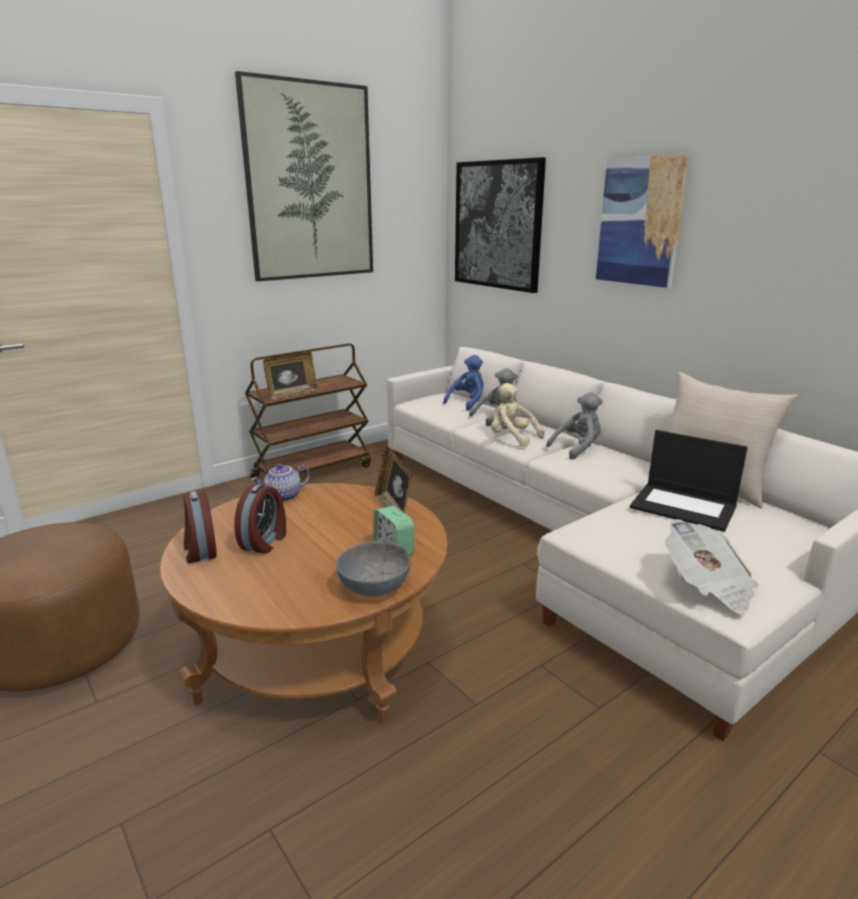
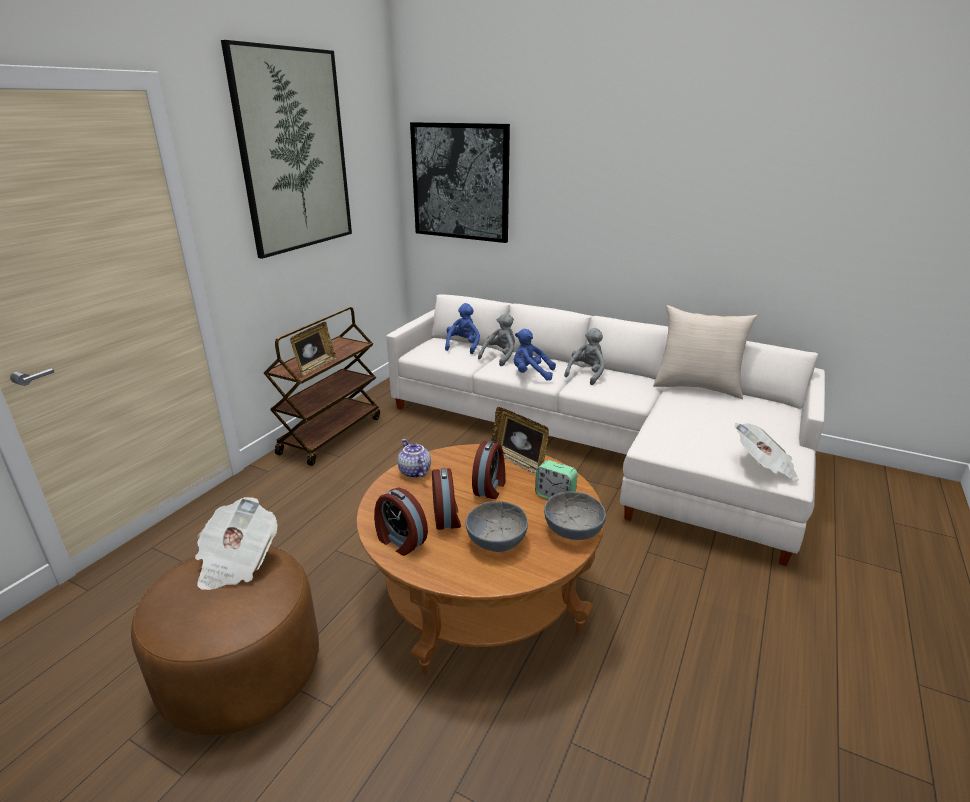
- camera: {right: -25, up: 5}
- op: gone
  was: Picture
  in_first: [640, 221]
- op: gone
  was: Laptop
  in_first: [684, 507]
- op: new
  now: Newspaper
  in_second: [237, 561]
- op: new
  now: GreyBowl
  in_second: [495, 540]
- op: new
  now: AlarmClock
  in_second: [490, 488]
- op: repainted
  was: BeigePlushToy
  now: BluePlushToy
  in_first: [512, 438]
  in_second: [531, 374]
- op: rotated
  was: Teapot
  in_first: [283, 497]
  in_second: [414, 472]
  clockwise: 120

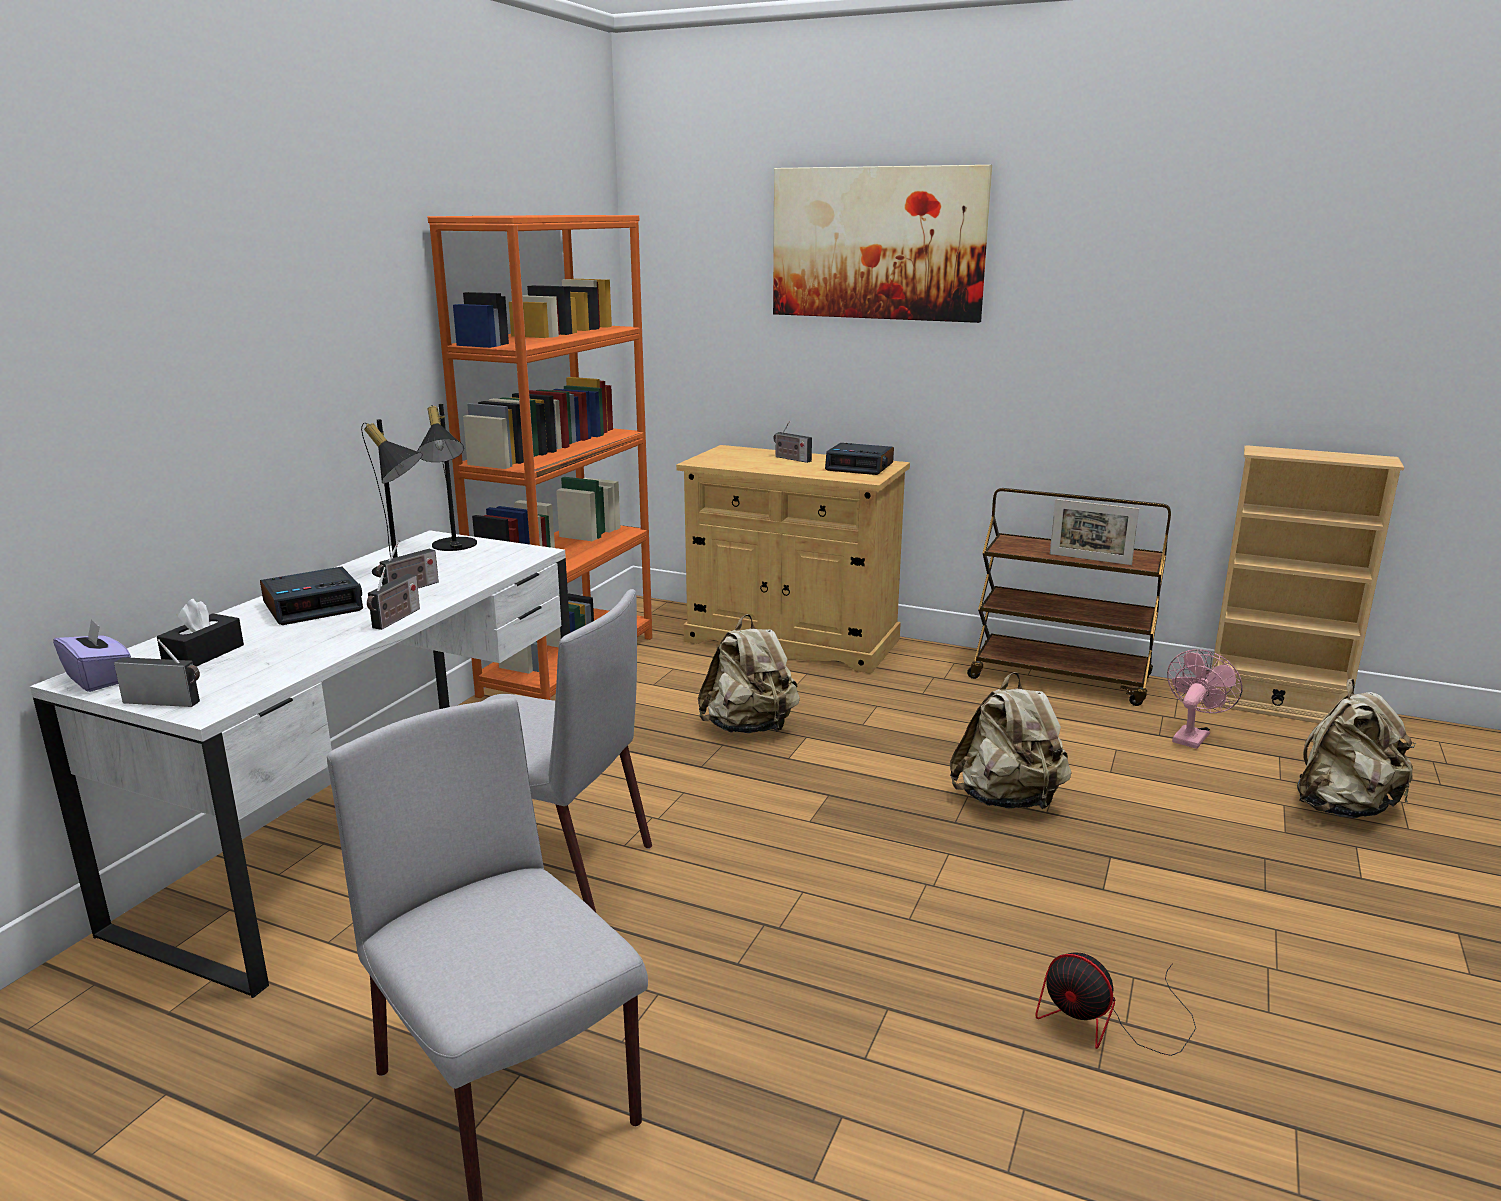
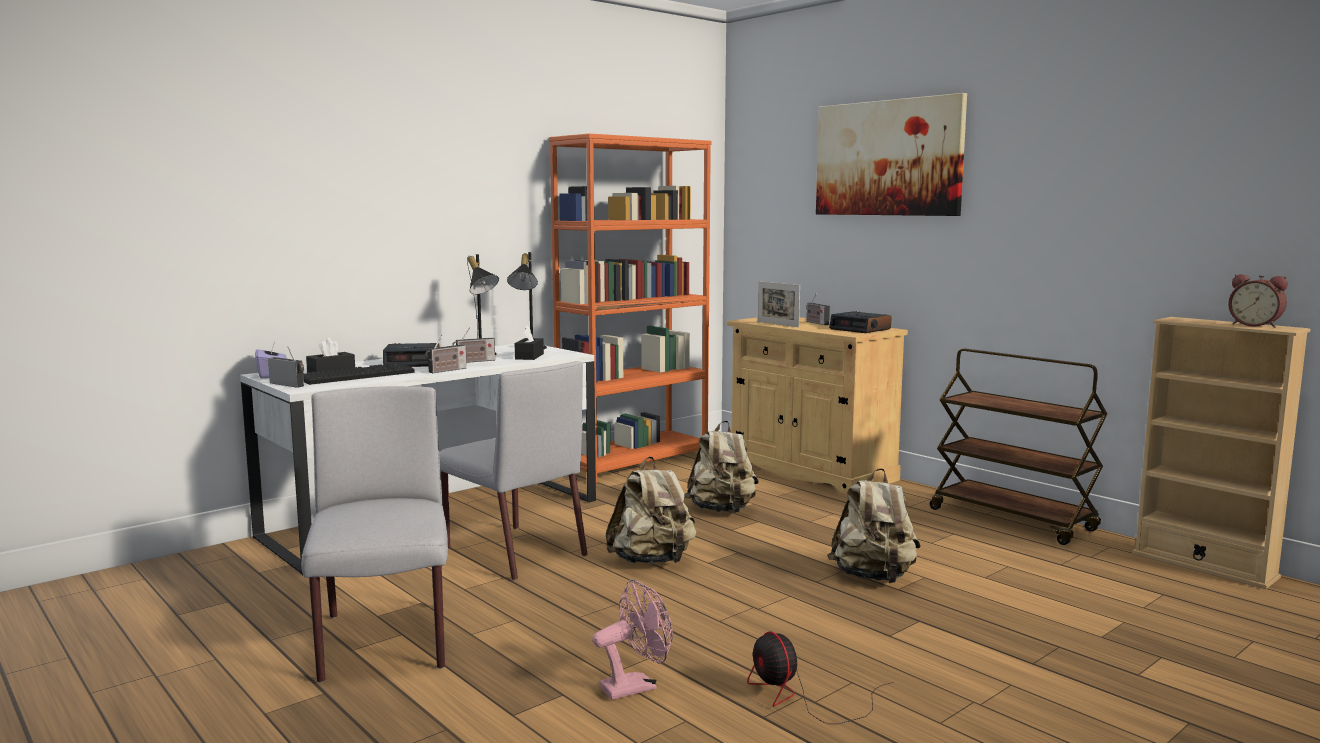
- camera: {right: 25, up: -10}
- op: new
  now: Keyboard
  in_second: [357, 375]
- op: new
  now: BlackTissueBox
  in_second: [529, 356]
- op: new
  now: AlarmClock
  in_second: [1255, 325]
- op: shifted
  was: PictureFrame
  in_first: [1090, 559]
  in_second: [778, 324]
- op: shifted
  was: PinkFan
  in_first: [1192, 736]
  in_second: [635, 686]
- op: shifted
  was: BeigeBackpack
  in_first: [1343, 807]
  in_second: [652, 561]

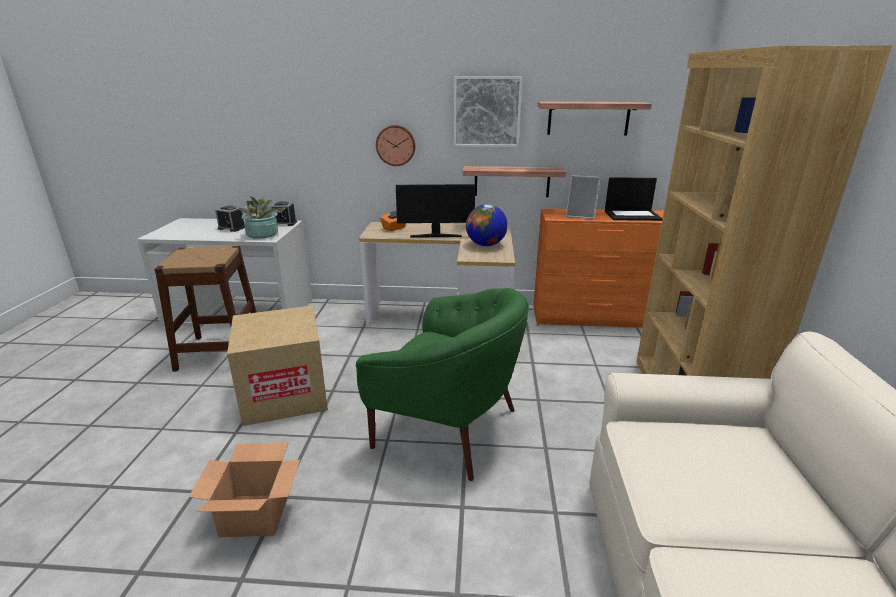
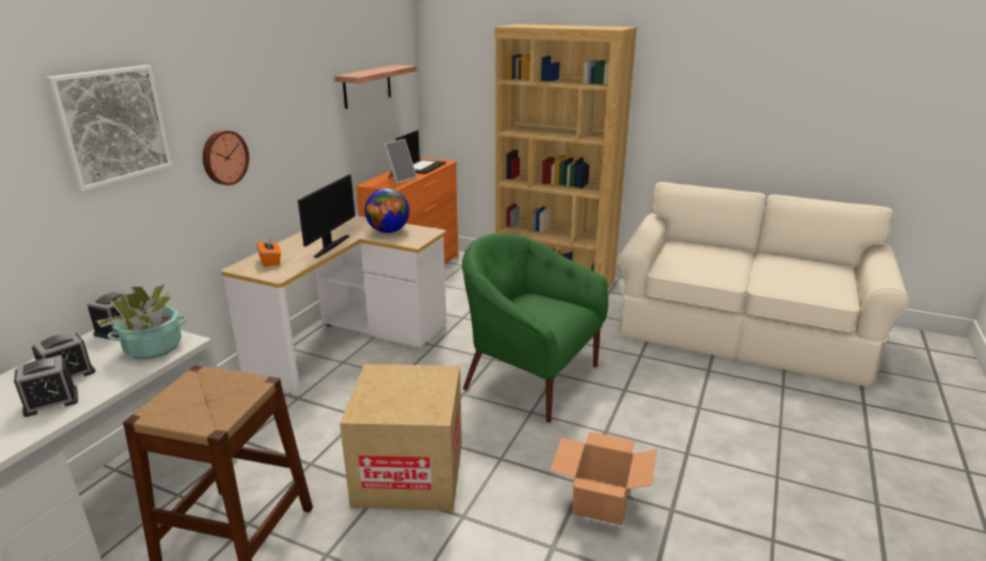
- camera: {right: -70, up: 0}
- op: gone
  was: Shelf
  in_first: [512, 181]
- op: new
  now: AlarmClock
  in_second: [51, 402]
- op: shifted
  was: Picture
  in_first: [487, 112]
  in_second: [112, 125]
- op: rotated
  was: GreenArmchair
  in_first: [448, 427]
  in_second: [530, 377]
  clockwise: -105

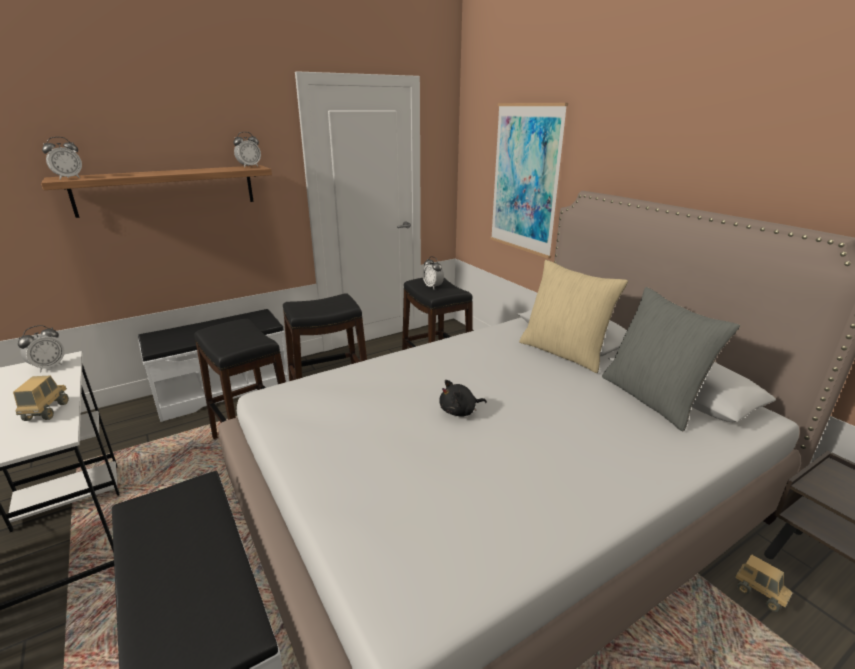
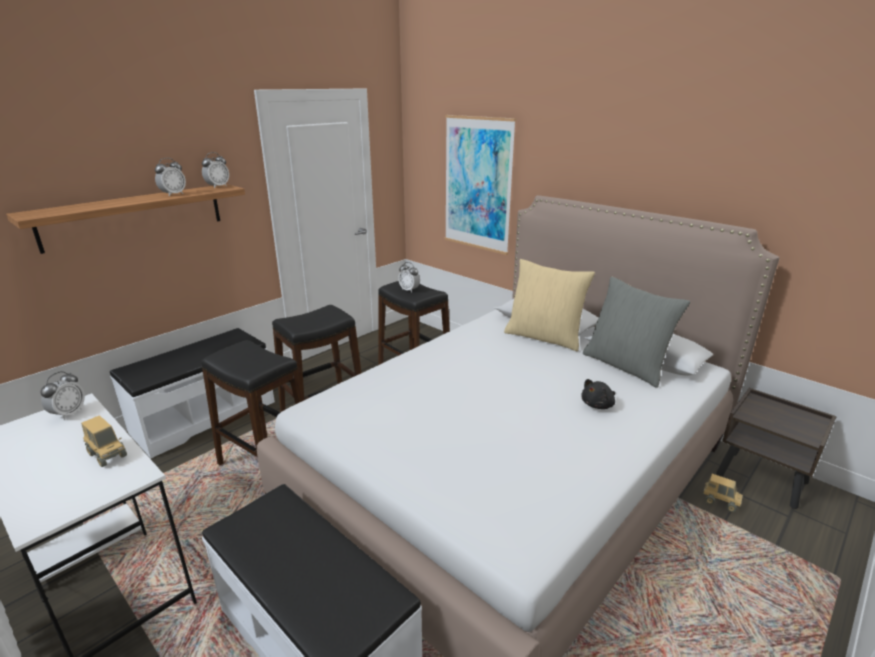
- camera: {right: -15, up: 0}
- op: shifted
  was: AlarmClock
  in_first: [69, 178]
  in_second: [173, 194]
- op: shifted
  was: BlackPlushToy
  in_first: [460, 411]
  in_second: [598, 405]
- op: rotated
  was: ToyTruck
  in_first: [47, 412]
  in_second: [107, 455]
  clockwise: 150

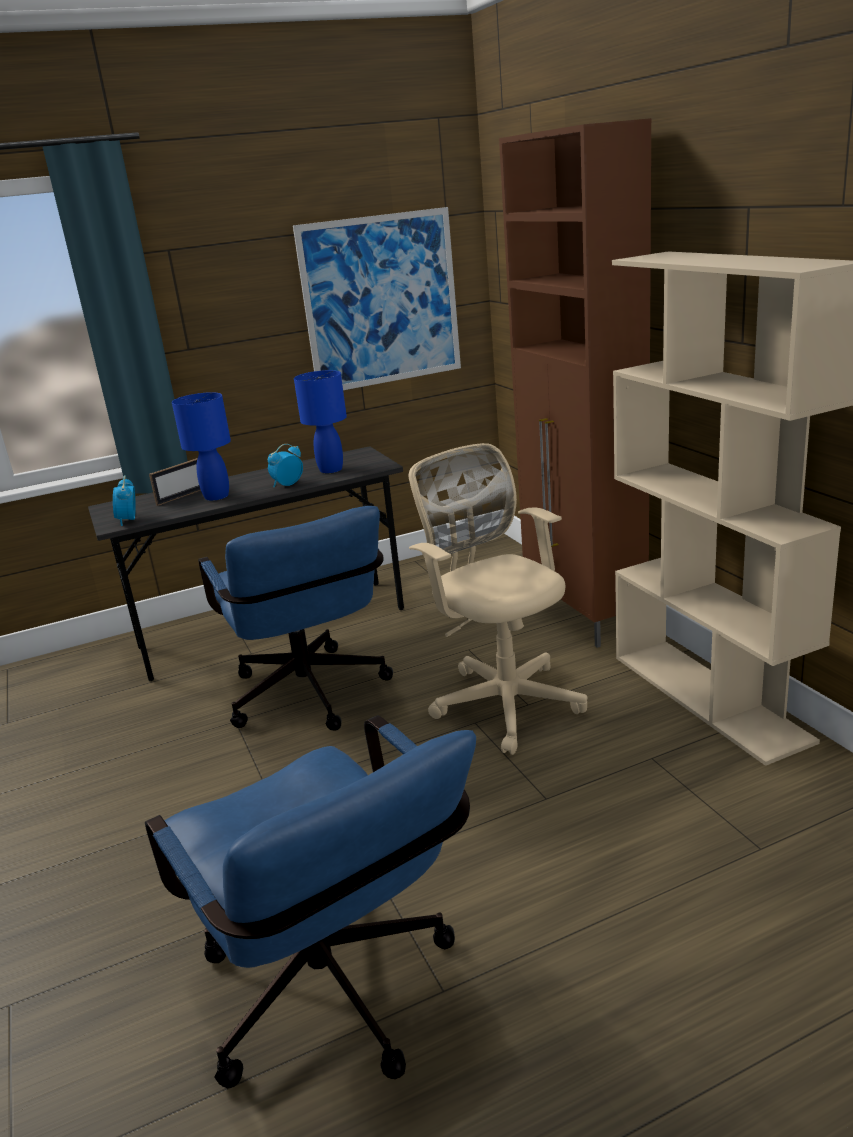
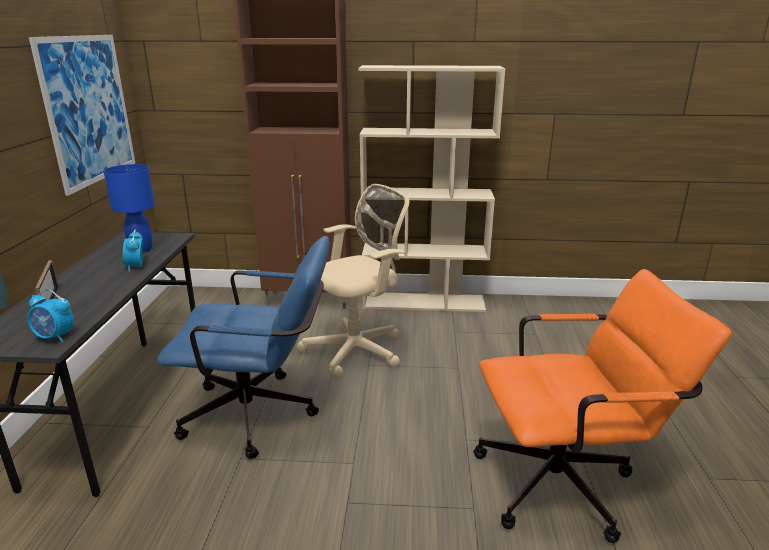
- camera: {right: -65, up: 0}
- op: gone
  was: BlueTableLamp
  in_first: [217, 496]
- op: repainted
  was: BlueOfficeChair
  now: OrangeOfficeChair
  in_first: [337, 1002]
  in_second: [568, 482]
- op: rotated
  was: BeigeOfficeChair
  in_first: [503, 700]
  in_second: [358, 349]
  clockwise: 150

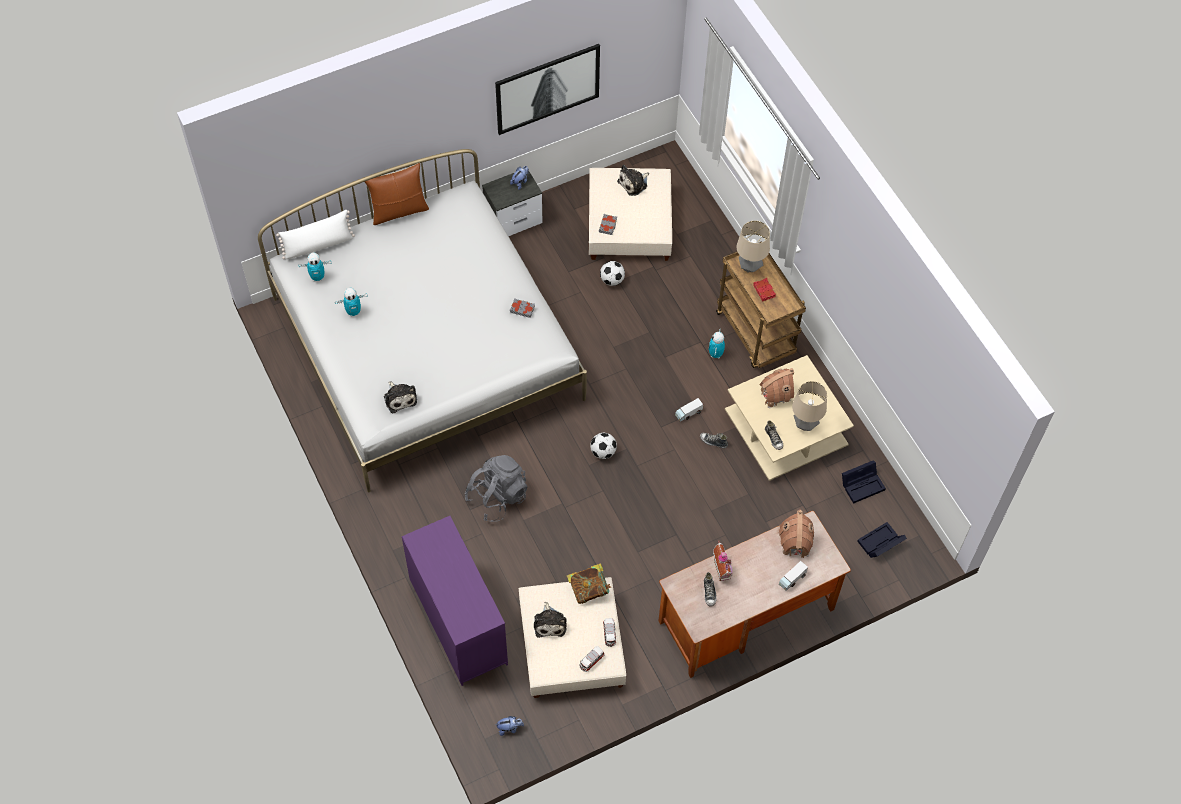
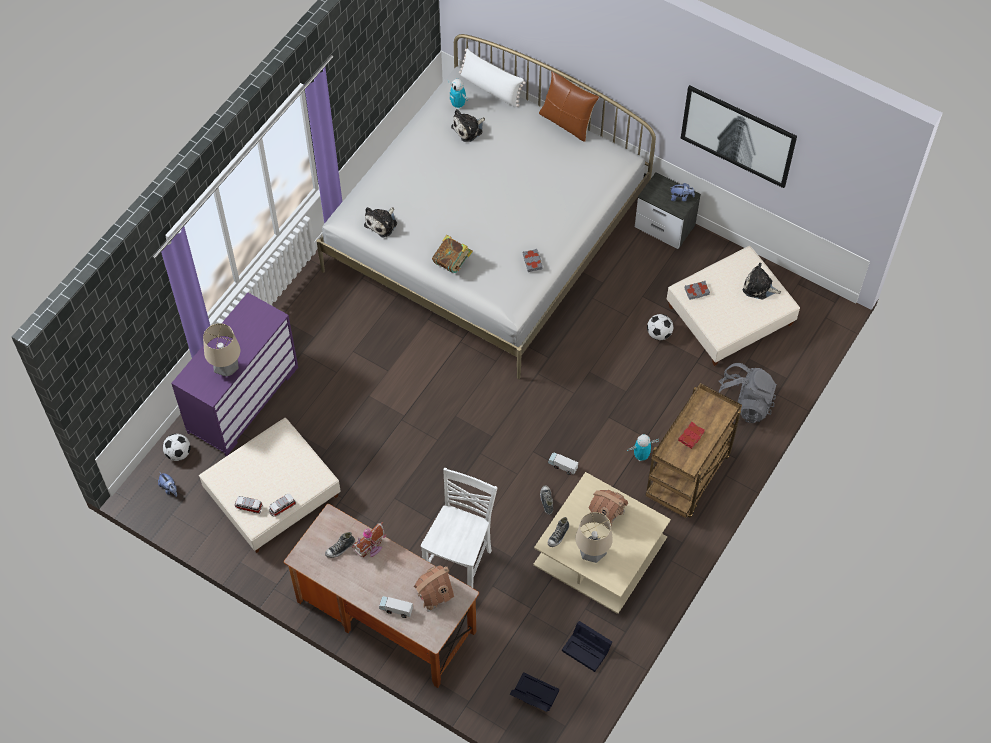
- camera: {right: 60, up: 0}
- op: gone
  was: ToyRobot
  in_first: [353, 312]
- op: new
  now: WhiteChair
  in_second: [460, 567]
- op: shifted
  was: GreyBackpack
  in_first: [497, 497]
  in_second: [742, 404]
- op: shifted
  was: PlushToy
  in_first: [550, 623]
  in_second: [468, 129]
- op: shifted
  was: Book
  in_first: [589, 589]
  in_second: [452, 263]
- op: shifted
  was: Football
  in_first: [603, 452]
  in_second: [178, 453]
- op: shifted
  was: TableLamp
  in_first: [749, 267]
  in_second: [227, 369]

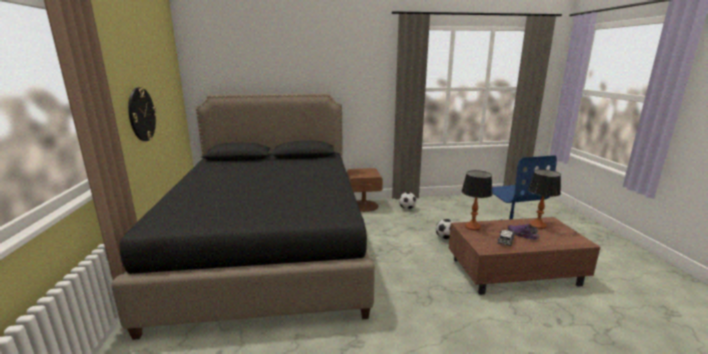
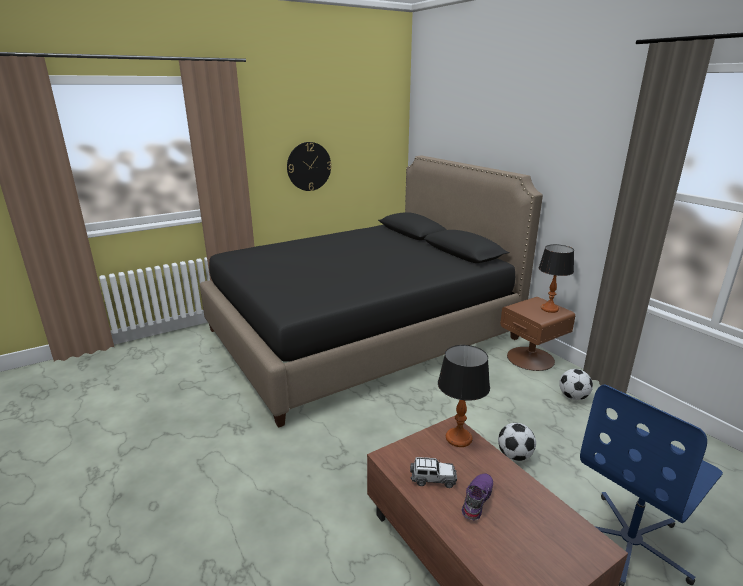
- camera: {right: 65, up: 5}
- op: shifted
  was: TableLamp
  in_first: [538, 225]
  in_second: [549, 309]

